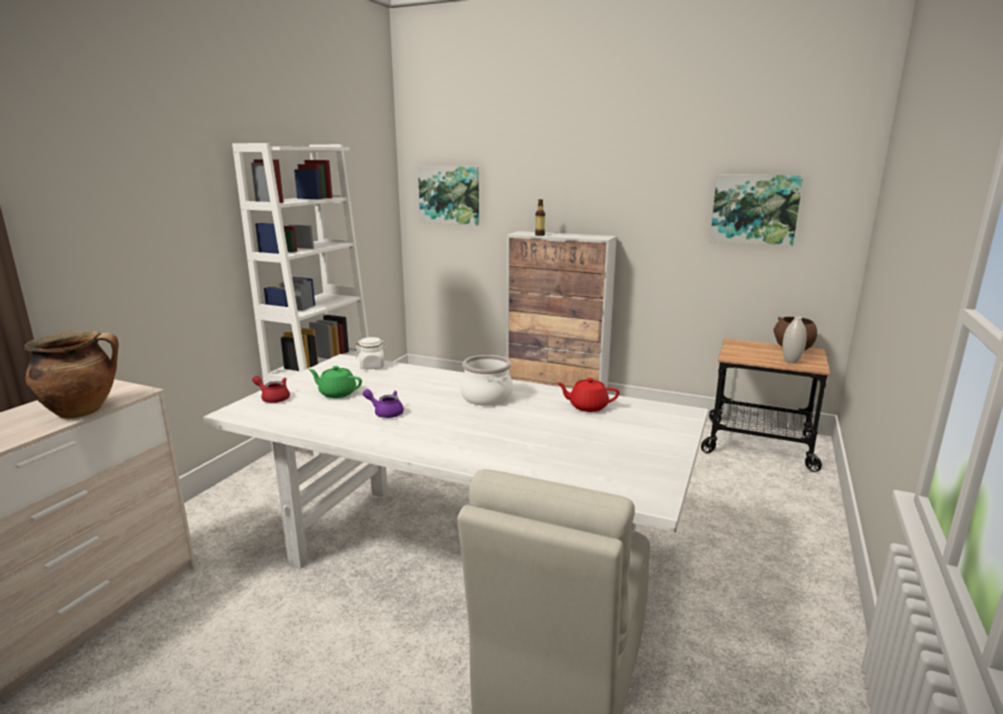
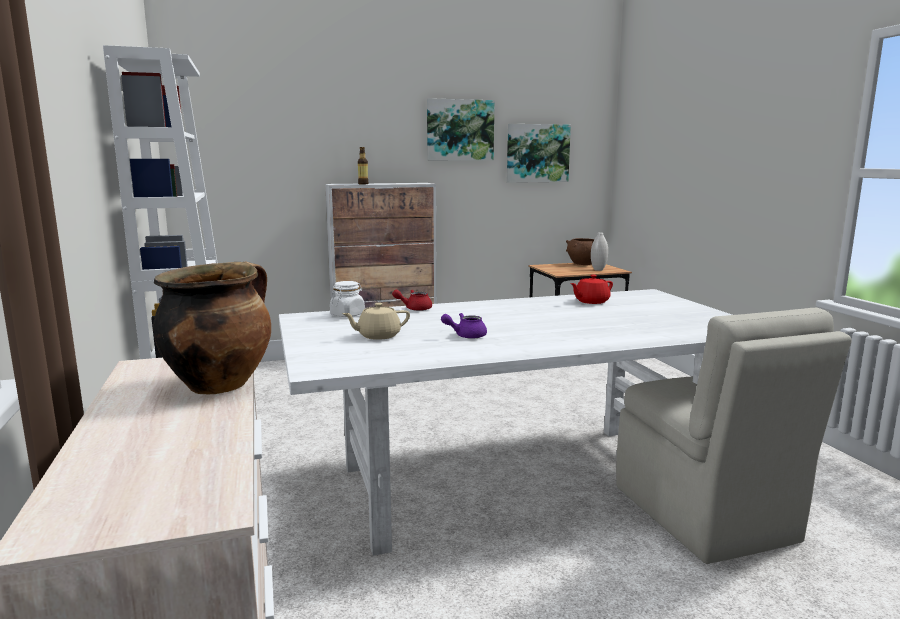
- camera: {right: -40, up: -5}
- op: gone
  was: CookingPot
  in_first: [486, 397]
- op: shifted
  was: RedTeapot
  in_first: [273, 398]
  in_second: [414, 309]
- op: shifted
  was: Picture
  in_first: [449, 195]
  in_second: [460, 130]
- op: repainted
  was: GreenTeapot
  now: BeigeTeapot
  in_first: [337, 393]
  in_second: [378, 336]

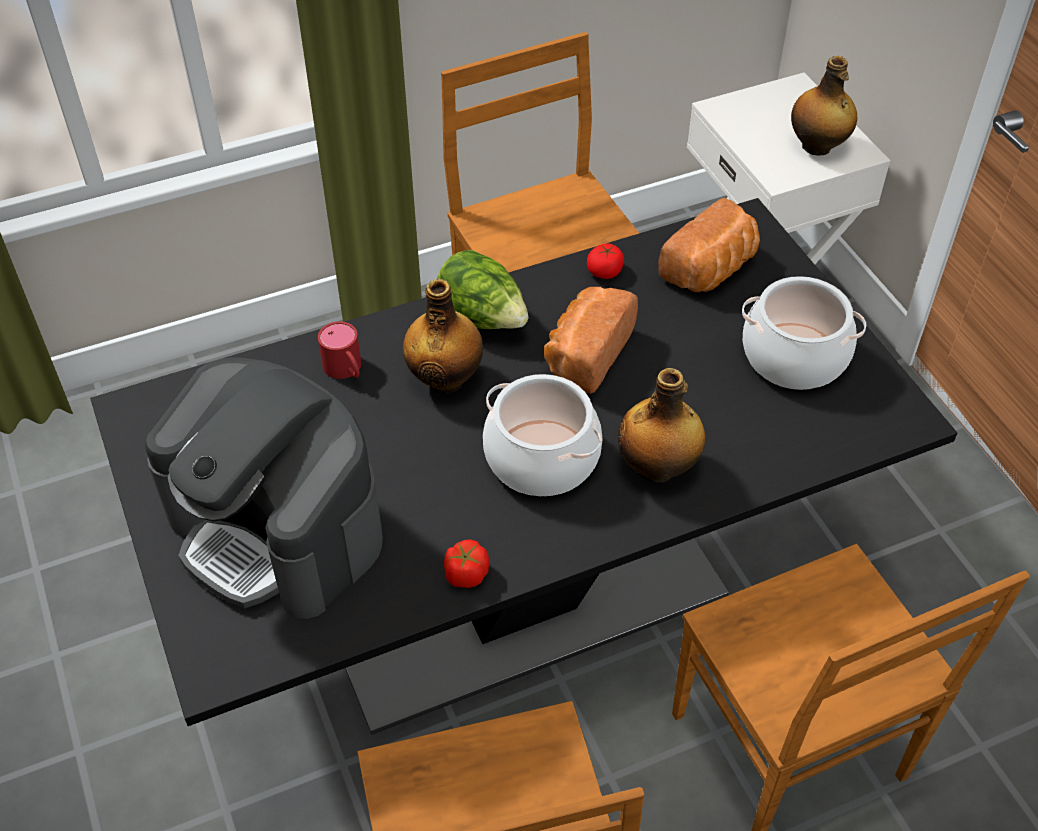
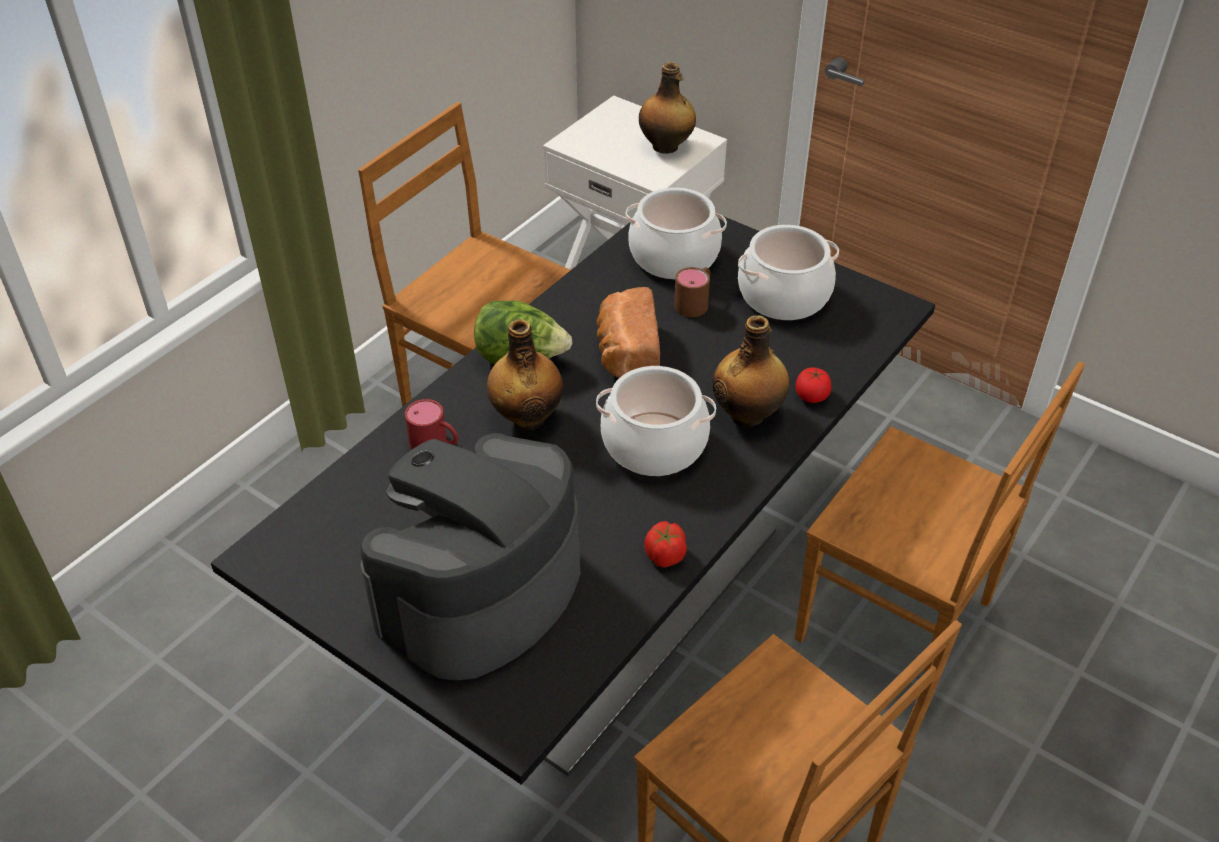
- camera: {right: -30, up: -5}
- op: new
  now: BrownMug
  in_second: [695, 302]
- op: shifted
  was: Tomato
  in_first: [605, 271]
  in_second: [812, 395]
- op: swapped
  was: Bread
  now: CookingPot
  in_first: [711, 270]
  in_second: [673, 257]
- op: rotated
  was: CoffeeMachine
  in_first: [277, 529]
  in_second: [479, 592]
  clockwise: 120

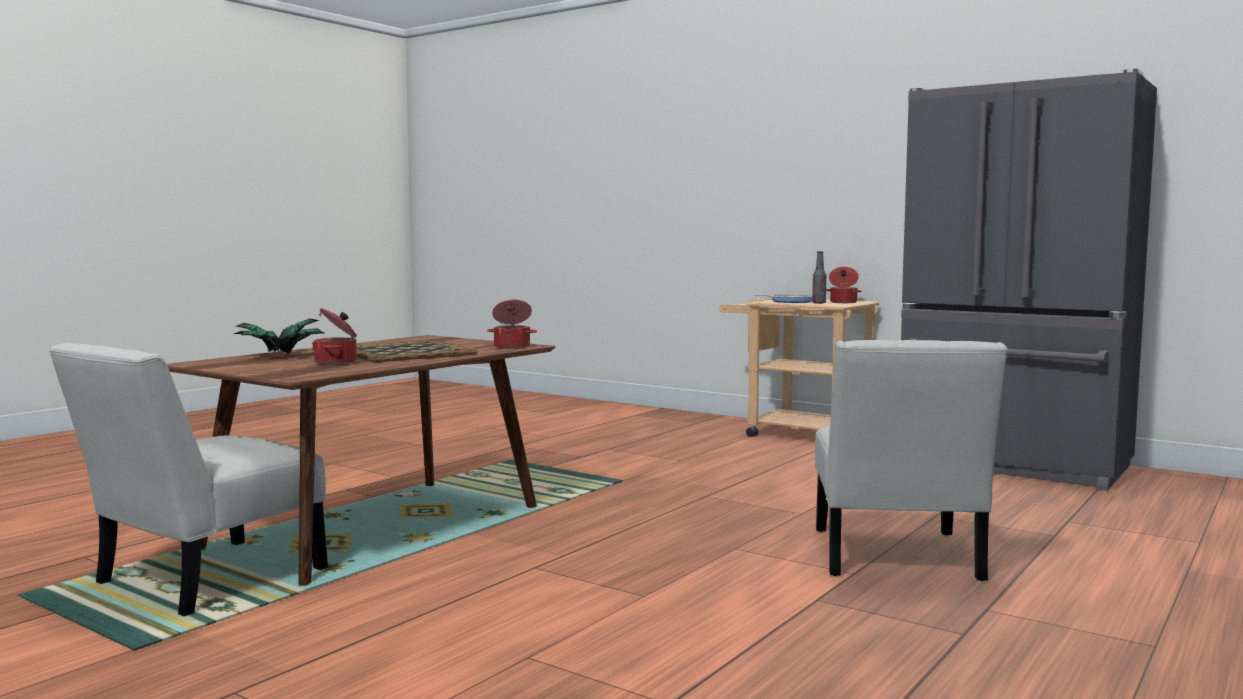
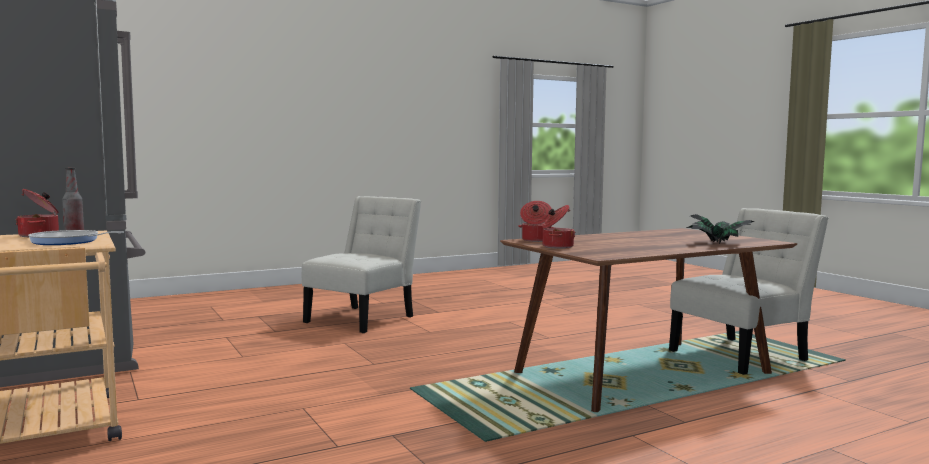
- camera: {right: -155, up: 0}
- op: gone
  was: Tray
  in_first: [407, 353]
- op: shifted
  was: CookingPot
  in_first: [337, 362]
  in_second: [556, 246]

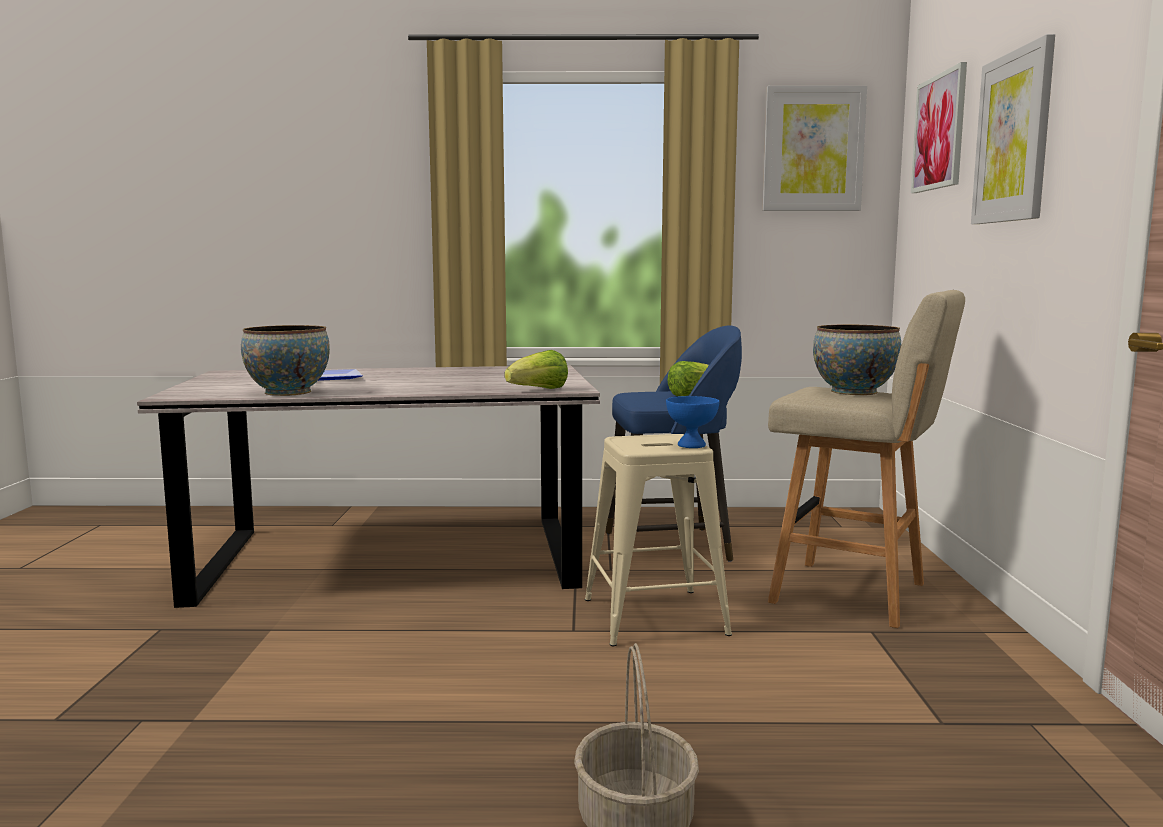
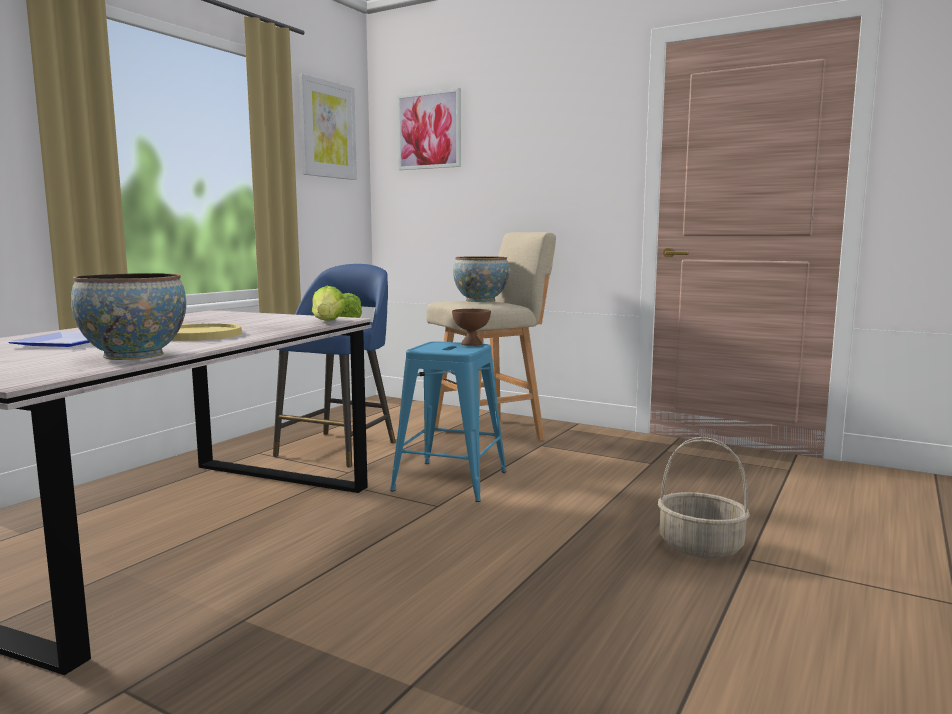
- camera: {right: -60, up: 0}
- op: gone
  was: Picture
  in_first: [1013, 137]
- op: new
  now: YellowPlate
  in_second: [199, 335]
- op: repainted
  was: BeigeStool
  now: BlueStool
  in_first: [655, 616]
  in_second: [450, 481]
- op: repainted
  was: BlueBowl
  now: BrownBowl
  in_first: [690, 445]
  in_second: [471, 344]

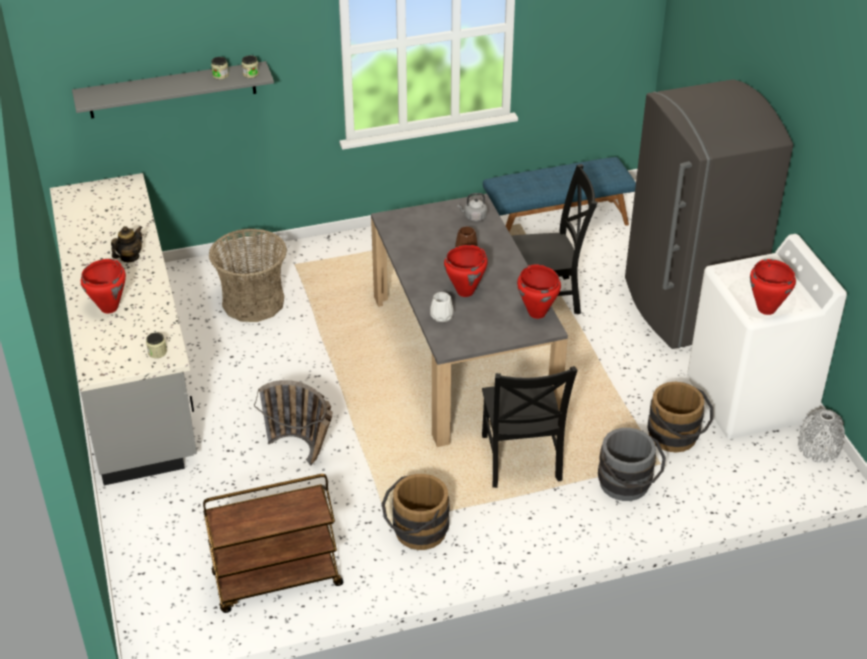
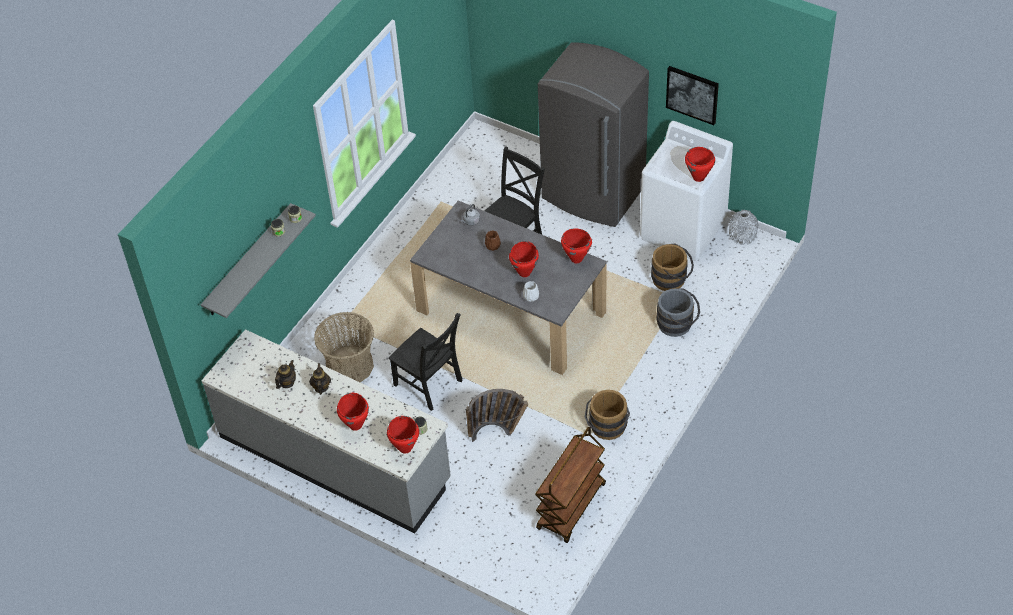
- camera: {right: -40, up: 10}
- op: gone
  was: BlueBench
  in_first: [556, 223]
- op: new
  now: Teapot
  in_second: [287, 383]
- op: new
  now: RedCookingPot
  in_second: [405, 448]
- op: new
  now: Picture
  in_second: [692, 94]
- op: shifted
  was: BlackChair
  in_first: [521, 461]
  in_second: [430, 384]

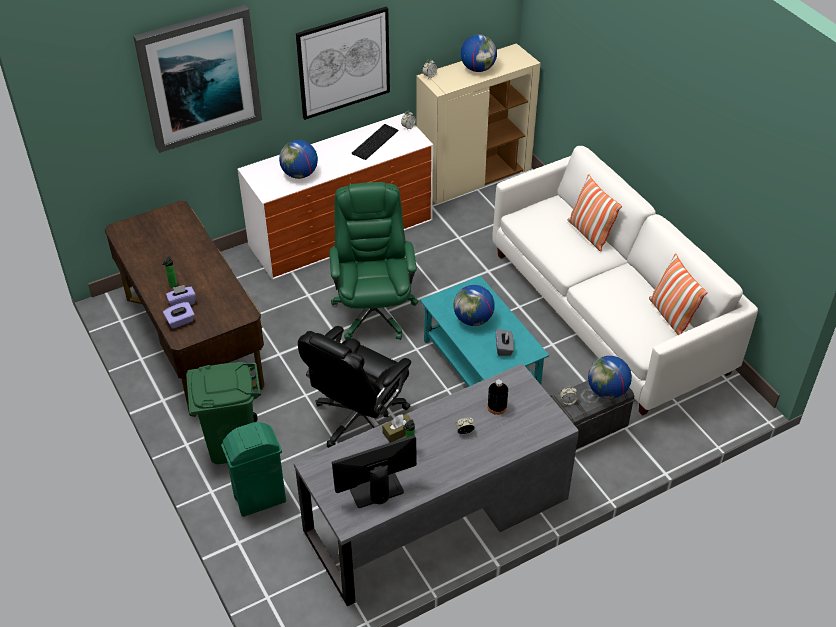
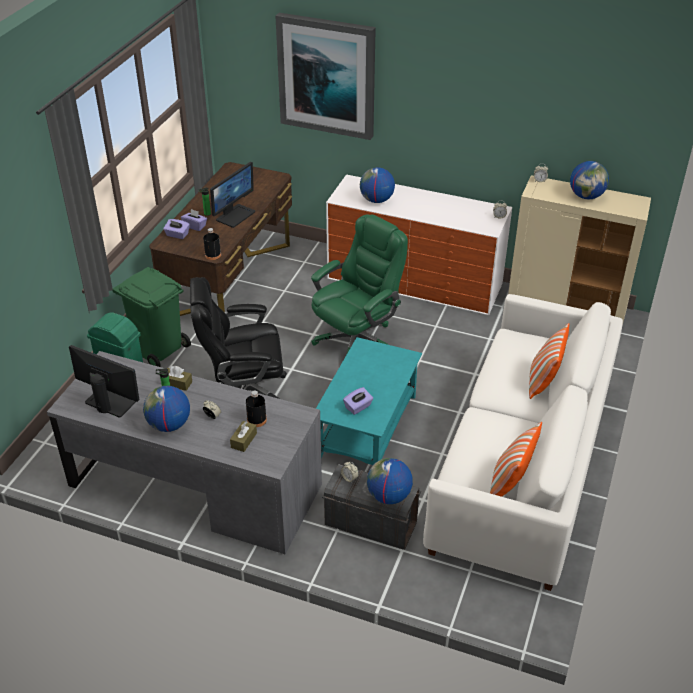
- camera: {right: 50, up: -5}
- op: gone
  was: Picture
  in_first: [343, 63]
- op: gone
  was: Keyboard
  in_first: [374, 141]
- op: new
  now: BlackBottle
  in_second: [213, 255]
- op: new
  now: Monitor
  in_second: [235, 215]
- op: new
  now: BrownTissueBox
  in_second: [244, 440]
- op: shifted
  was: Globe
  in_first: [473, 319]
  in_second: [169, 425]
- op: repainted
  was: GreyTissueBox
  now: PurpleTissueBox
  in_first: [504, 348]
  in_second: [358, 407]

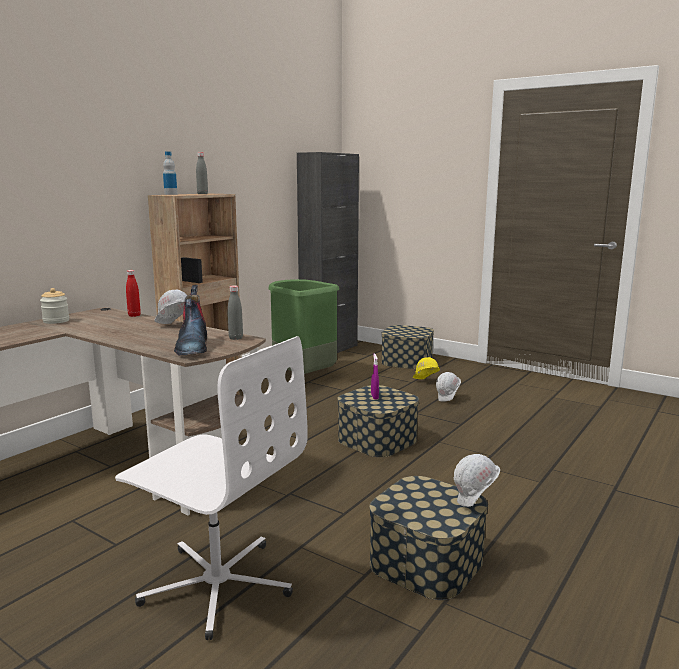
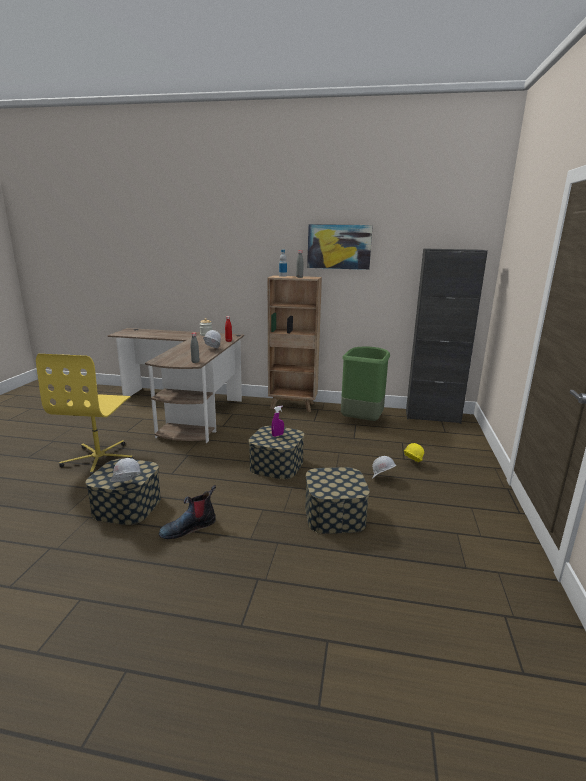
- camera: {right: 65, up: 5}
- op: new
  now: Picture
  in_second: [339, 246]
- op: shifted
  was: Boot
  in_first: [192, 347]
  in_second: [189, 527]
- op: shifted
  was: StorageBox
  in_first: [407, 361]
  in_second: [334, 515]
- op: repainted
  was: WhiteOfficeChair
  now: YellowOfficeChair
  in_first: [217, 584]
  in_second: [99, 458]

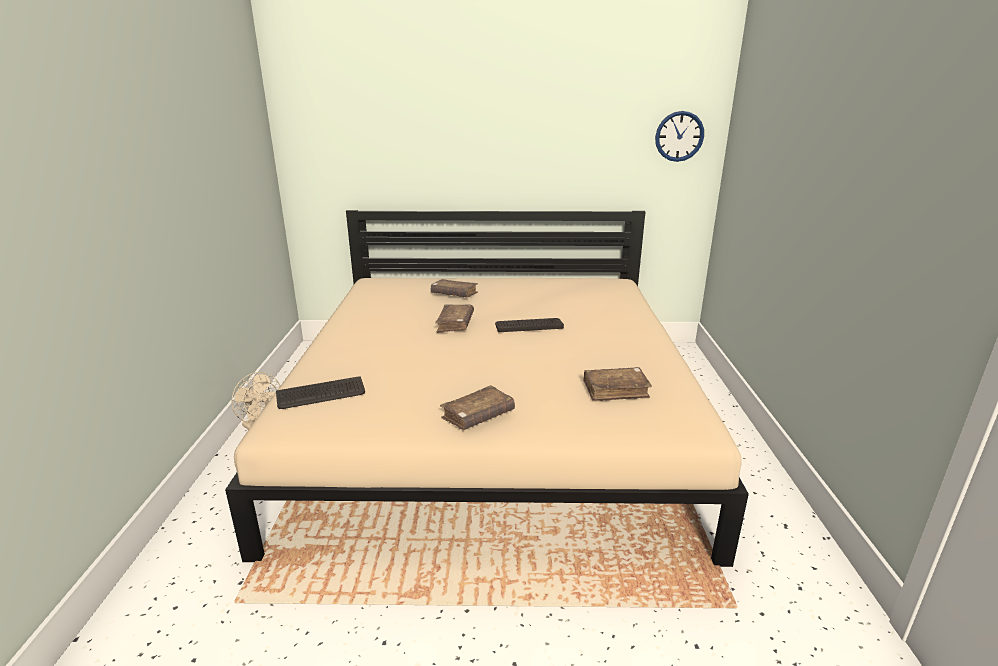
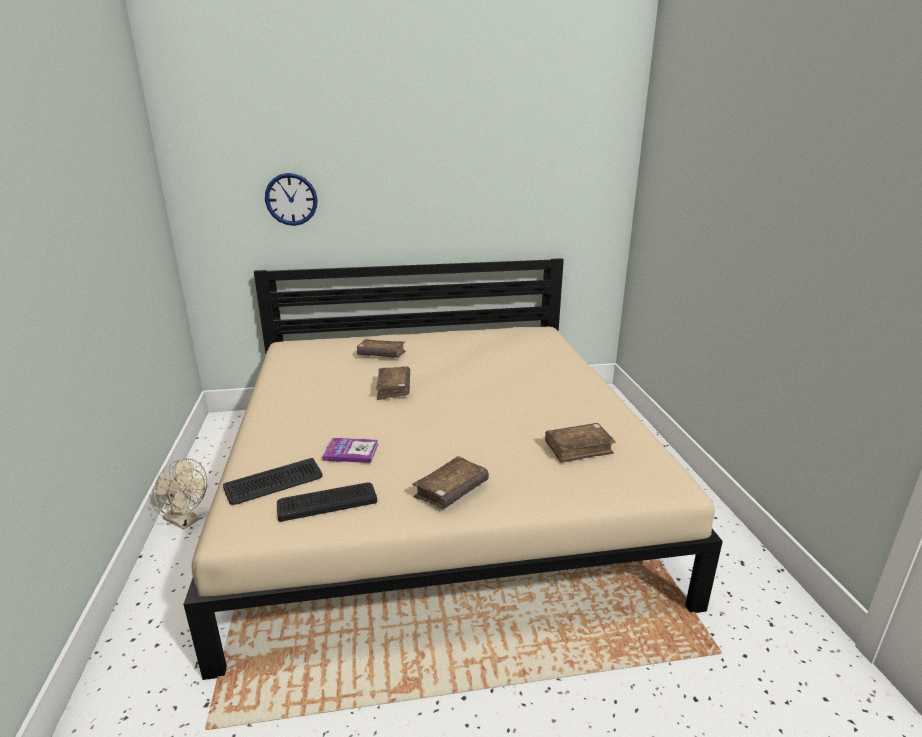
- camera: {right: -10, up: 0}
- op: new
  now: Book
  in_second: [351, 452]
- op: shifted
  was: Keyboard
  in_first: [529, 325]
  in_second: [327, 501]
- op: shifted
  was: WallClock
  in_first: [679, 136]
  in_second: [291, 199]

